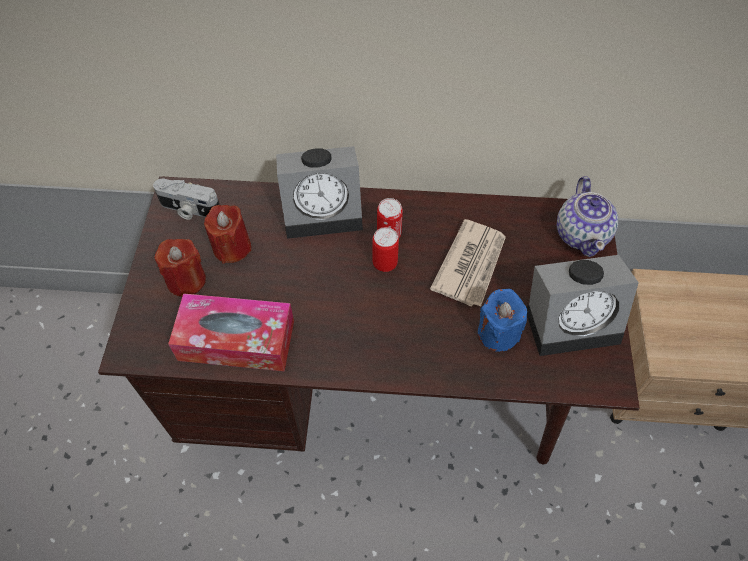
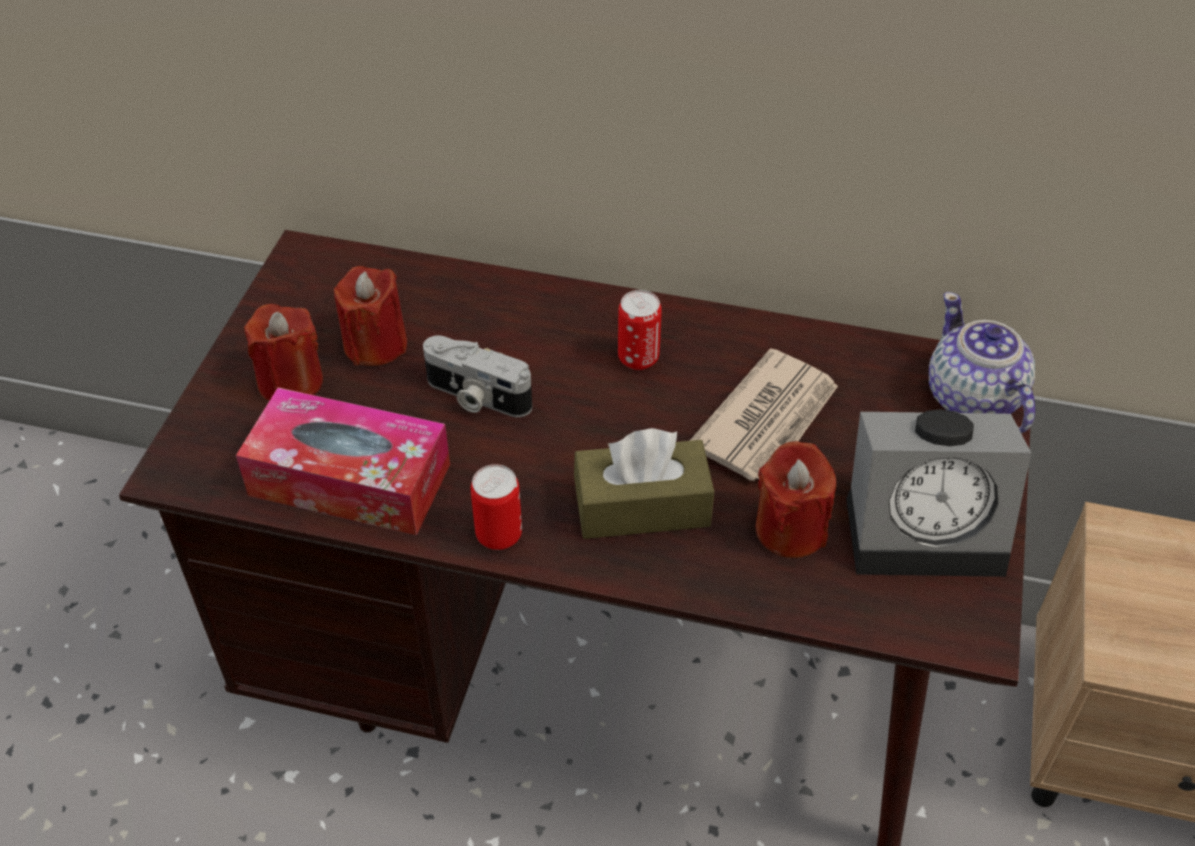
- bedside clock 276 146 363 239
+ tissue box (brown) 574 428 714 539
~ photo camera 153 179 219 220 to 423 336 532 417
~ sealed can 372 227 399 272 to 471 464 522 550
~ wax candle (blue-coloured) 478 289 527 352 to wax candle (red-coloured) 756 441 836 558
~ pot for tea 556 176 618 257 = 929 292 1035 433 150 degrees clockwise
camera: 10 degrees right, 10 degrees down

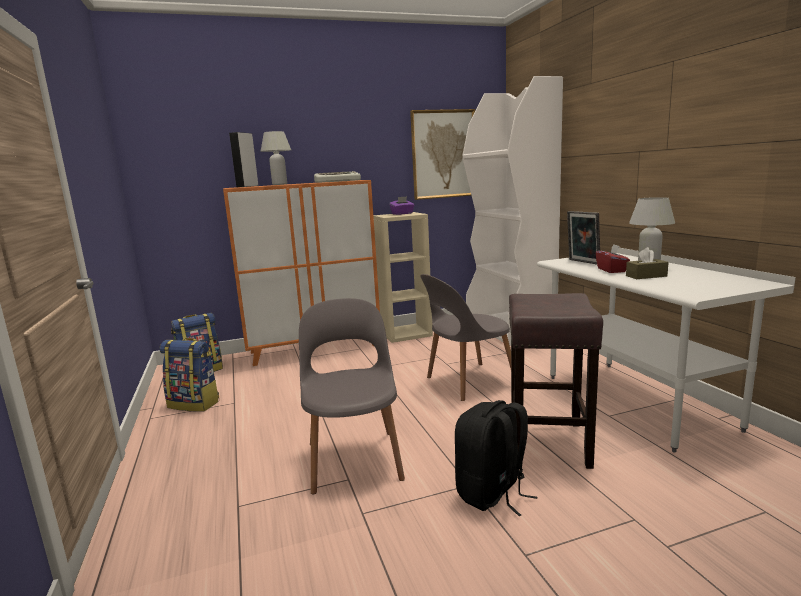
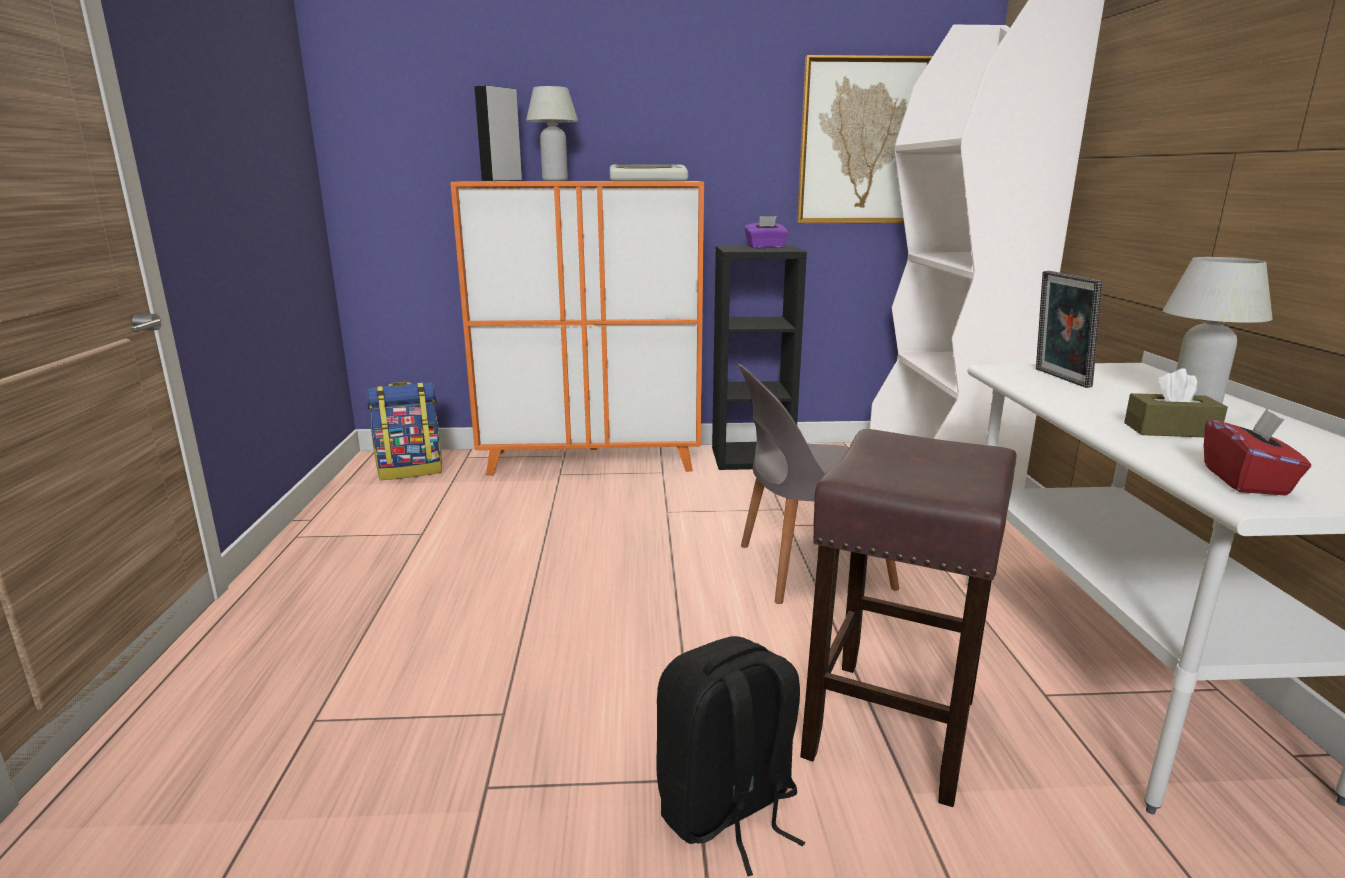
- knapsack 160 338 220 412
- upright chair (greyish) 299 298 405 495
~ tissue box (red-coloured) 596 244 630 273 to 1204 409 1311 496
~ bookcase (beige) 373 212 433 343 to bookcase (black) 712 245 807 470
camera: 15 degrees right, 5 degrees up

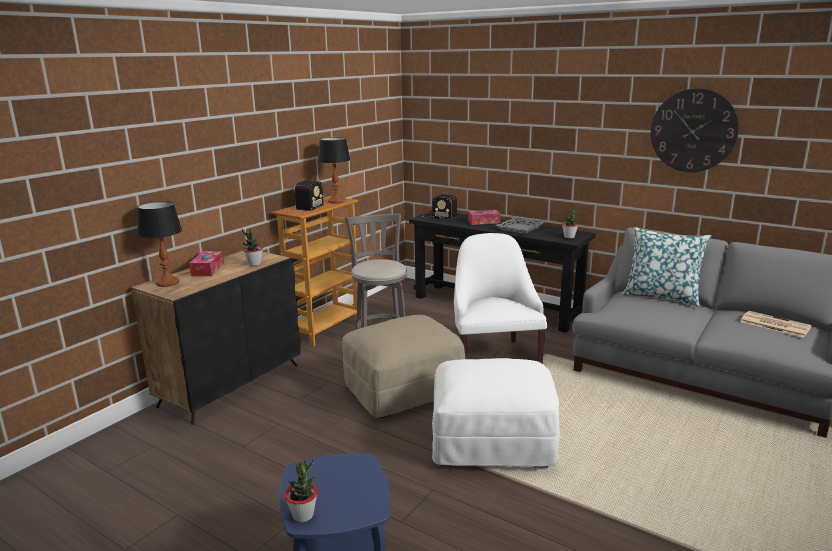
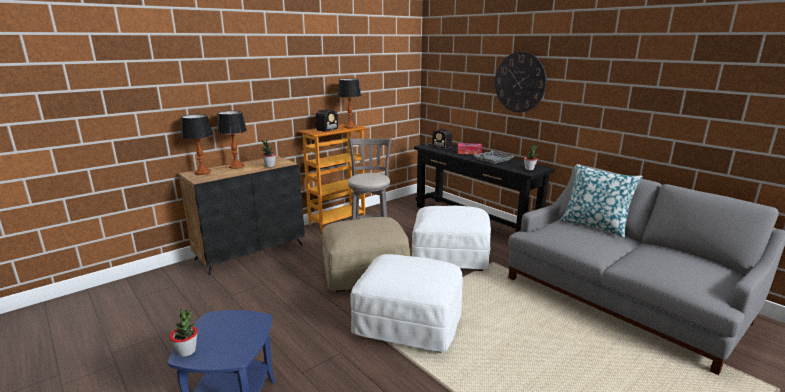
- newspaper 740 311 812 337
~ clock on the wall 651 88 739 172 to 495 52 547 112
~ tissue box 189 251 224 276 to lamp for a table 217 111 247 169
~ armchair (whitish) 454 233 547 364 to pouffe (whitish) 412 206 491 271
camera: 15 degrees right, 0 degrees up

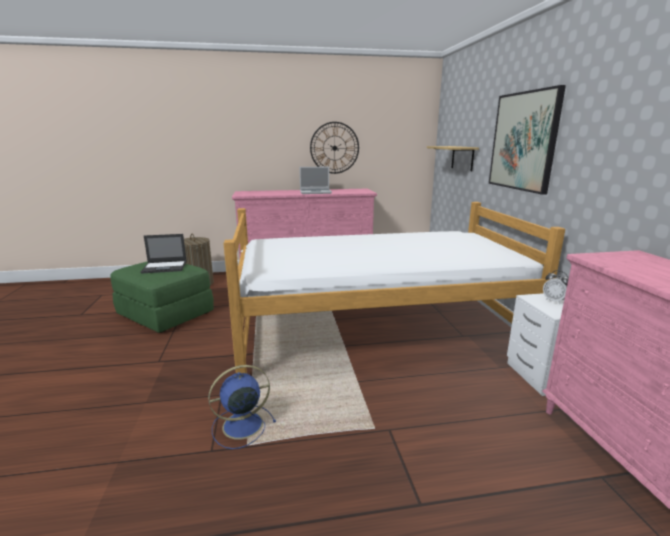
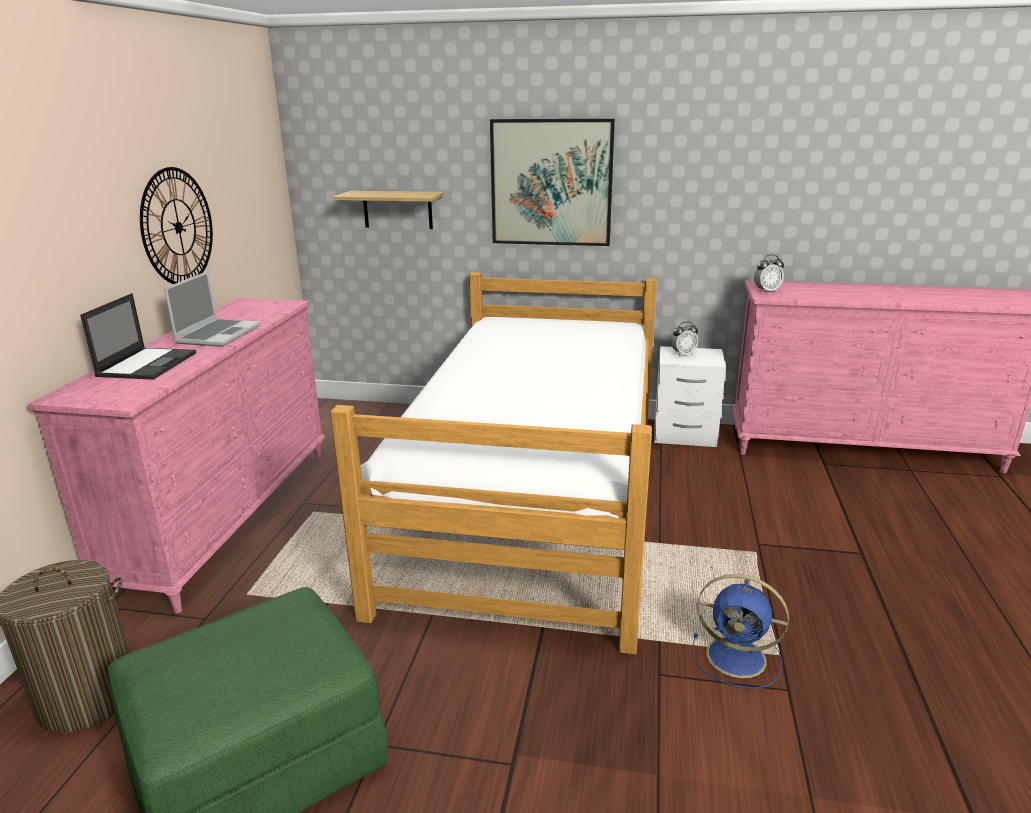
+ bedside clock 754 255 784 293
~ laptop 141 234 187 274 to 80 293 196 380
~ cooling fan (blue-coloured) 208 365 276 449 = 693 574 789 689 60 degrees counterclockwise
camera: 70 degrees left, 5 degrees up

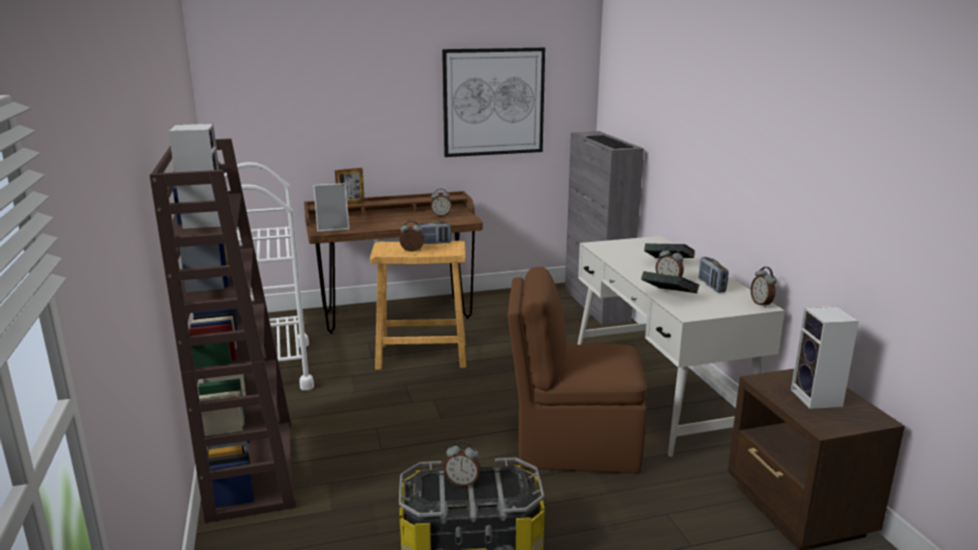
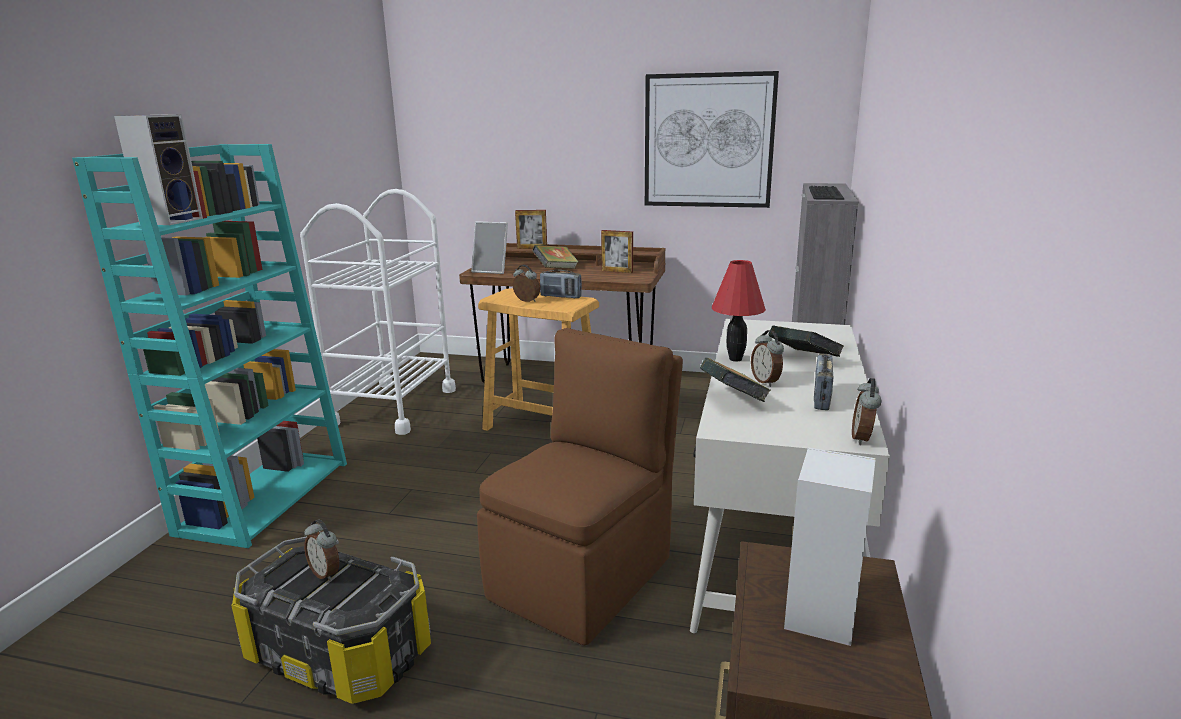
+ bound book 532 245 579 269
+ lamp for a table (red-coloured) 712 260 766 362
~ bedside clock 431 189 452 217 to picture frame 601 230 633 273
~ bookcase (brown) 150 138 296 523 to bookcase (turquoise) 72 144 347 548
~ upright chair (brown) 507 267 647 474 = 477 328 683 645 90 degrees clockwise
camera: 30 degrees right, 0 degrees up

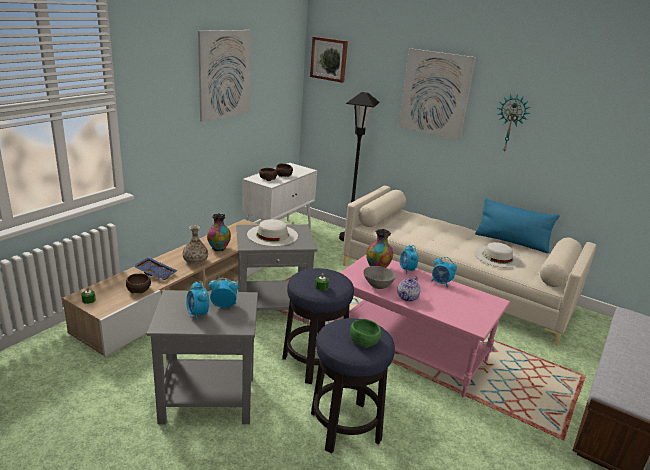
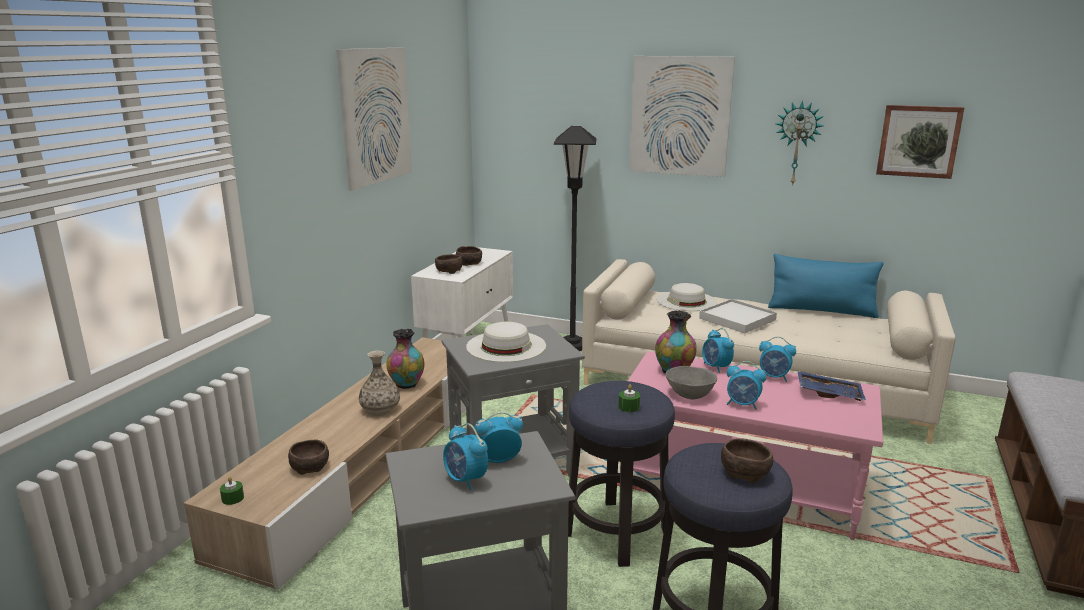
+ tray (whitish) 699 299 777 333
~ tray (blue-coloured) 133 257 178 280 to 798 371 866 401
~ wall picture 310 37 348 83 to 876 105 964 179
~ clothing hat (whitish) 474 242 522 268 to 656 283 718 311
~ pot for tea 397 276 421 302 to bedside clock 727 361 766 410
~ bowl (green) 350 319 382 348 to bowl (brown) 721 438 773 483
camera: 10 degrees left, 5 degrees down

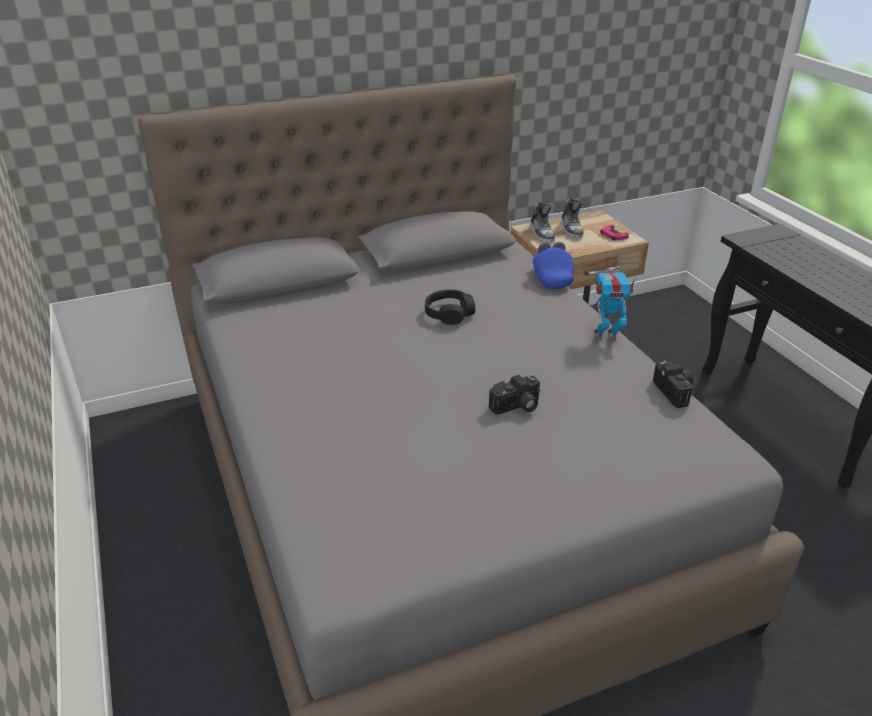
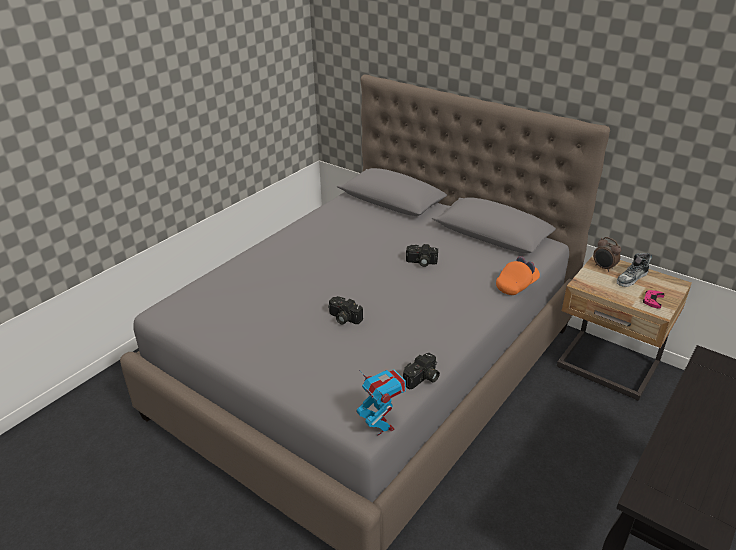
~ model robot 594 270 637 341 to 356 370 406 435
~ headset (black) 425 290 475 325 to photo camera 406 244 438 267
~ shoe 531 202 555 243 to bedside clock 593 237 621 272
~ peaked cap (blue-coloured) 532 242 574 289 to peaked cap (orange) 496 256 540 295
camera: 60 degrees right, 0 degrees up

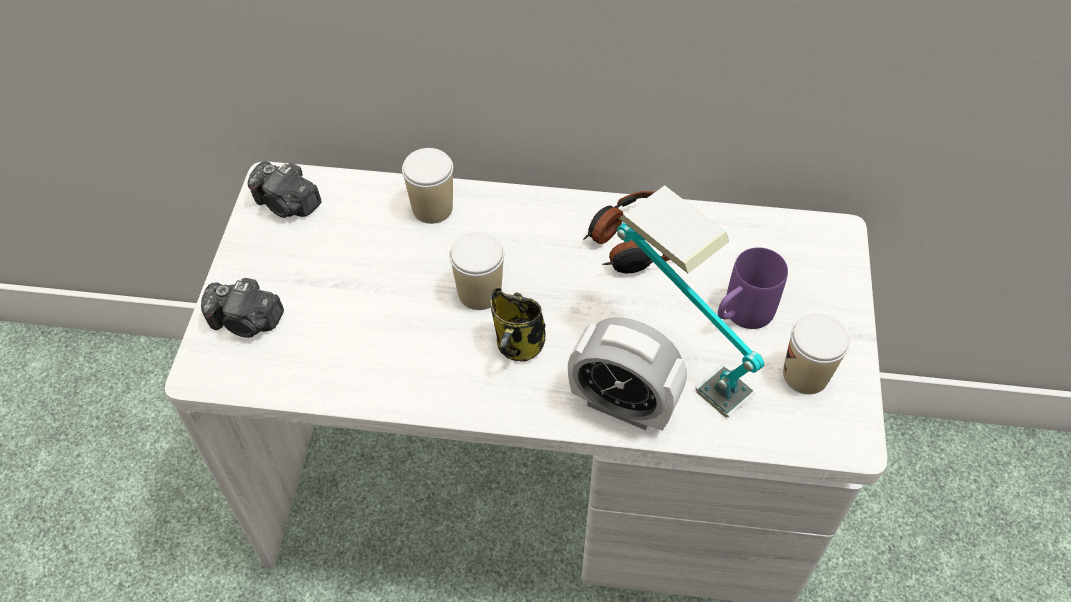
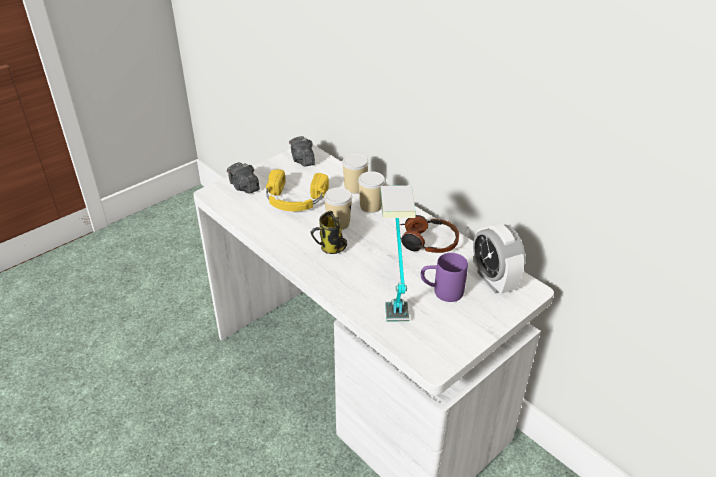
+ headset (yellowish) 266 169 329 211
~ bedside clock 568 317 687 431 to 473 223 526 294
~ drinking cup 783 314 850 394 to 358 171 385 213
camera: 40 degrees right, 15 degrees down

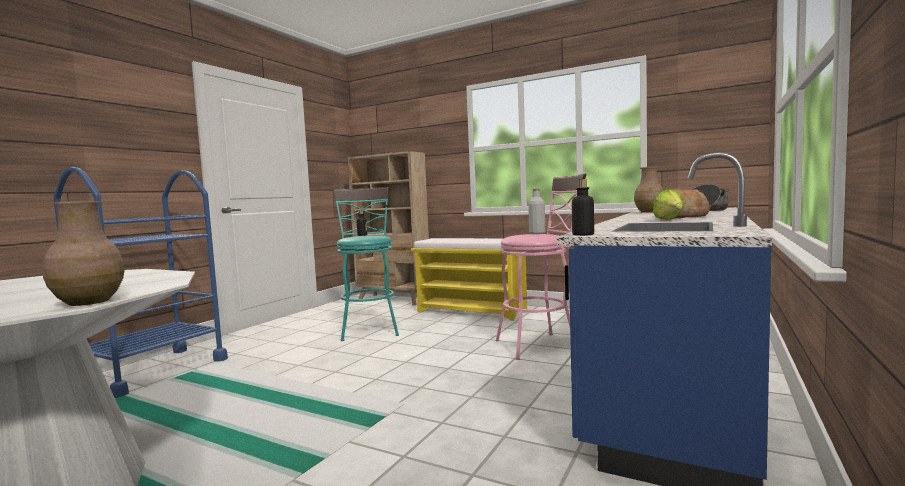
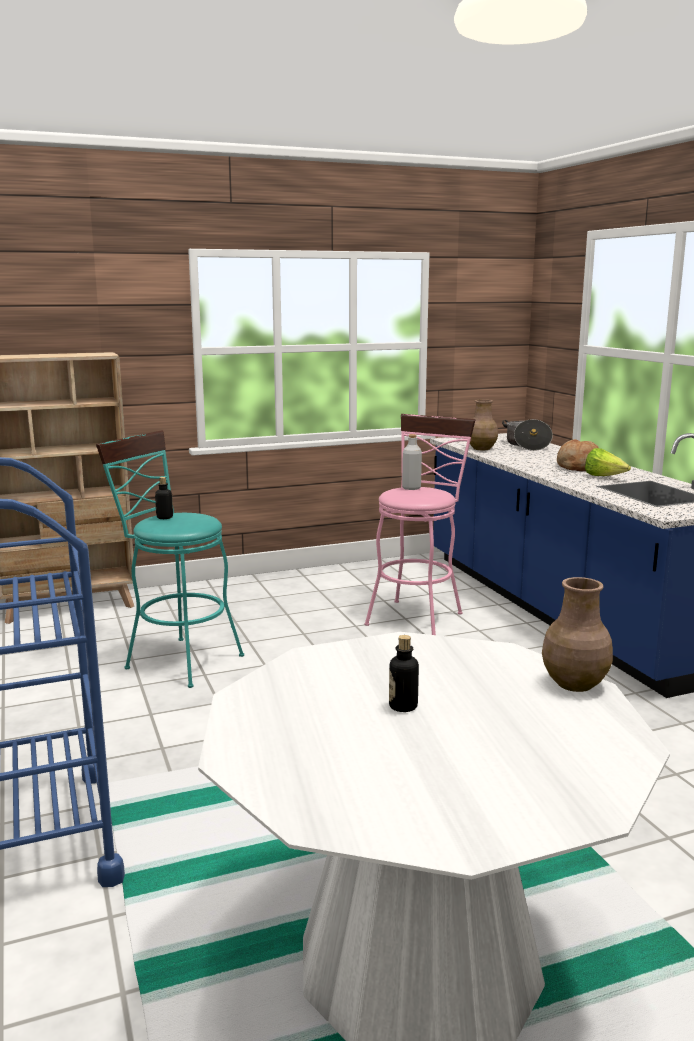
- indoor bench (yellowish) 411 238 527 321
~ bottle 572 179 594 236 to 389 635 419 712
camera: 50 degrees left, 10 degrees up

